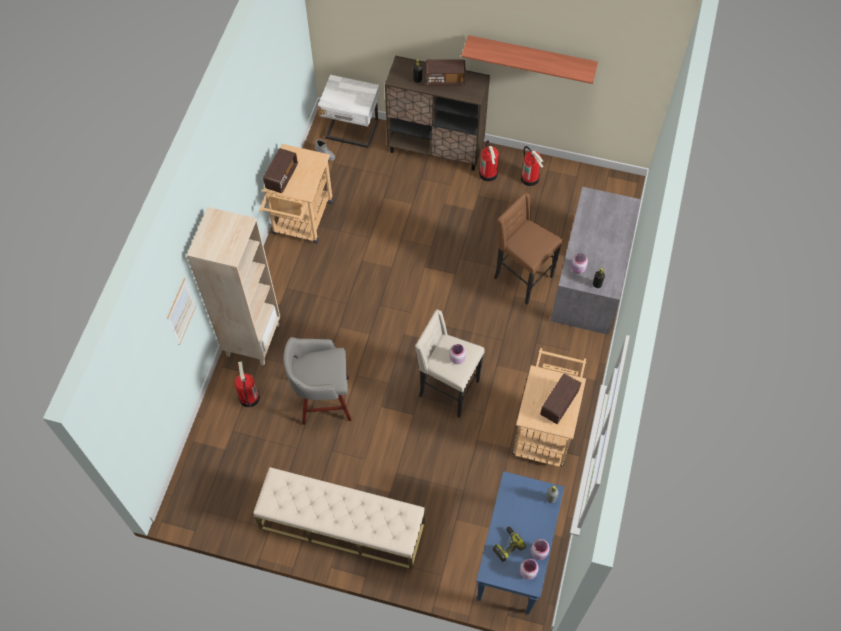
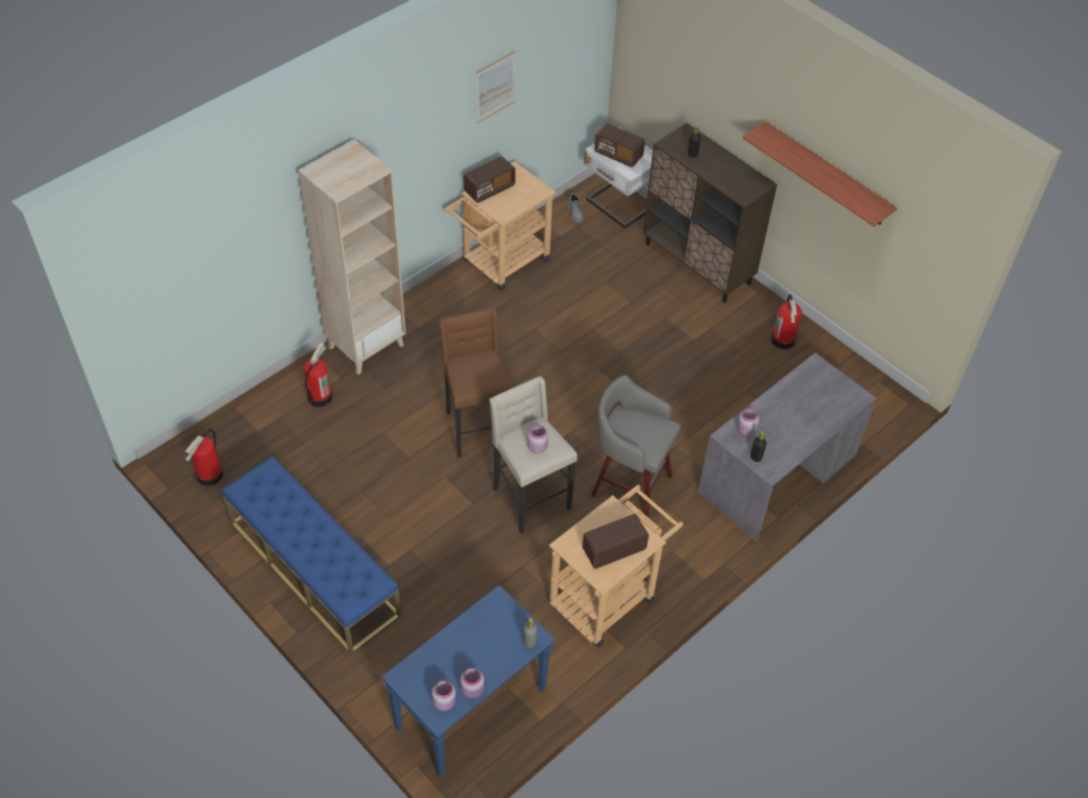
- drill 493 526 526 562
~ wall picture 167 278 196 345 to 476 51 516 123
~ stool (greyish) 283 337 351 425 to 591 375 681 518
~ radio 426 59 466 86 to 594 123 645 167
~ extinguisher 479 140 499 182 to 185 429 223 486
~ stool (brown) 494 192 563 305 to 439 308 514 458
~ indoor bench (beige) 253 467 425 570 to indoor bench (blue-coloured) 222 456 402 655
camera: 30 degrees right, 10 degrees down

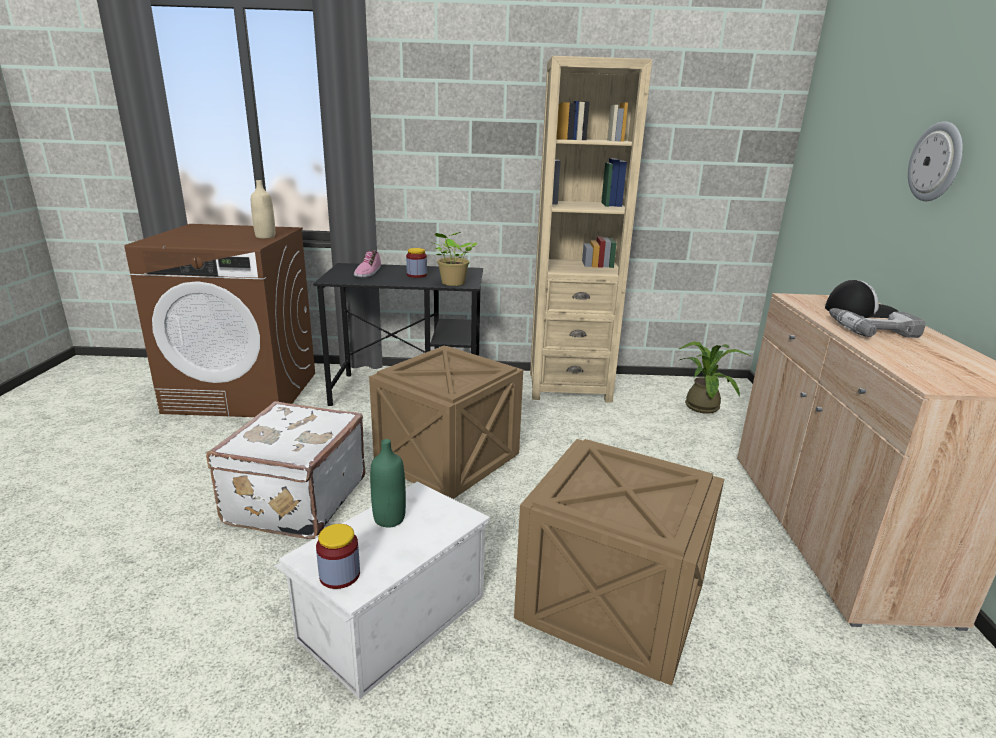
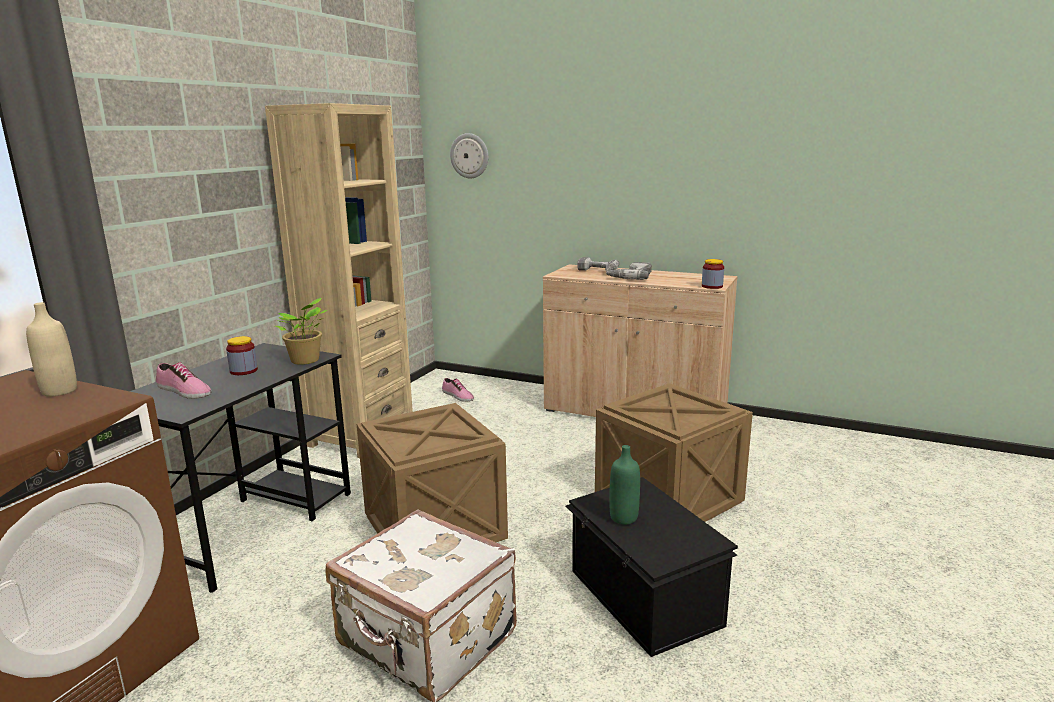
~ preserve jar 316 524 360 589 to 702 259 724 289
~ clock on the wall 908 121 963 201 to 450 133 488 179
~ potted plant 678 341 750 414 to shoe 442 378 474 402
~ peaked cap 825 280 899 318 to drill 577 257 619 272
~ storage bin (whitish) 275 481 490 700 to storage bin (black) 565 477 738 657
camera: 65 degrees left, 5 degrees down

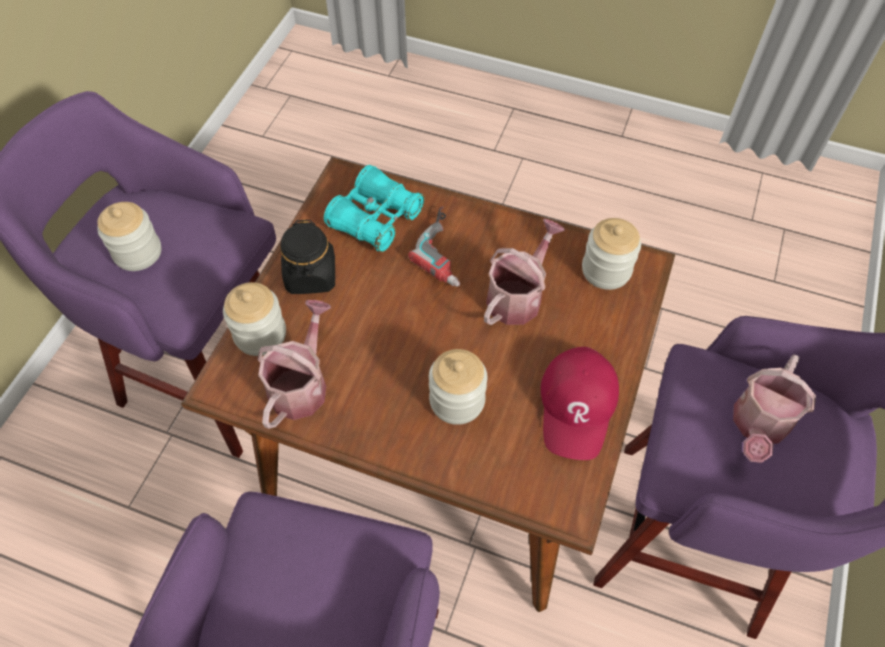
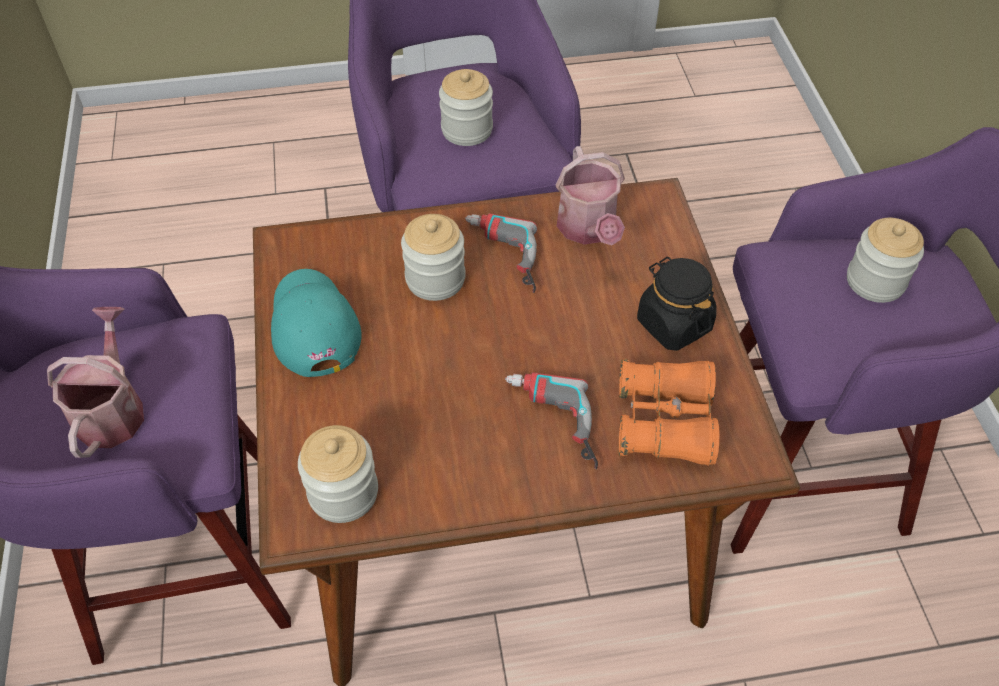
- sprinkling can 484 219 565 325
+ drill 465 213 537 293
~ preserve jar 223 282 286 356 to 439 69 493 146
~ field glasses (turquoise) 324 165 425 252 to field glasses (orange) 619 359 720 466
~ peaked cap (red-coloured) 541 347 619 460 to peaked cap (turquoise) 271 269 361 377
camera: 150 degrees right, 5 degrees down

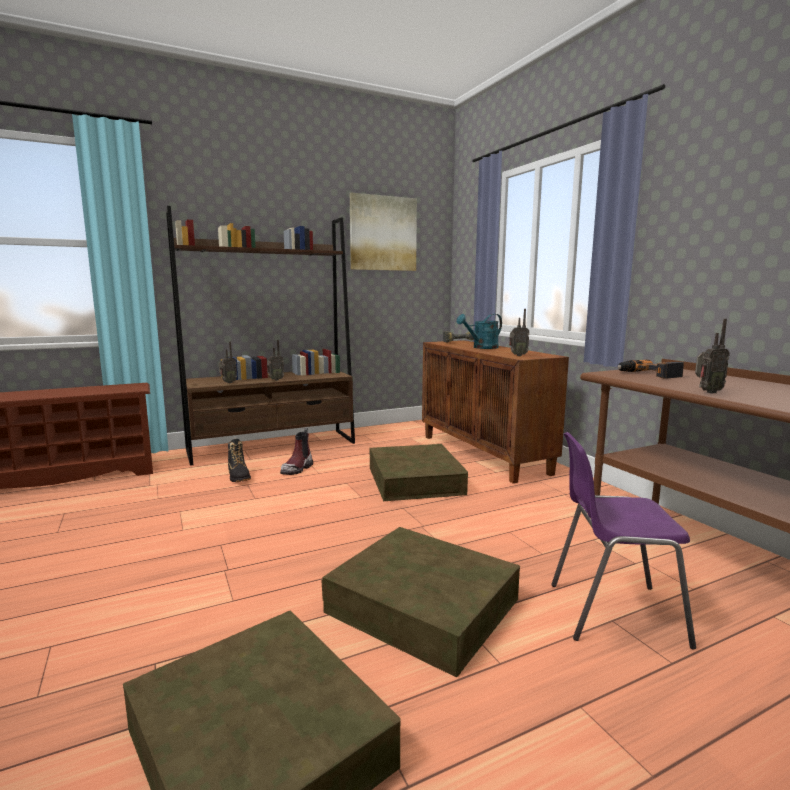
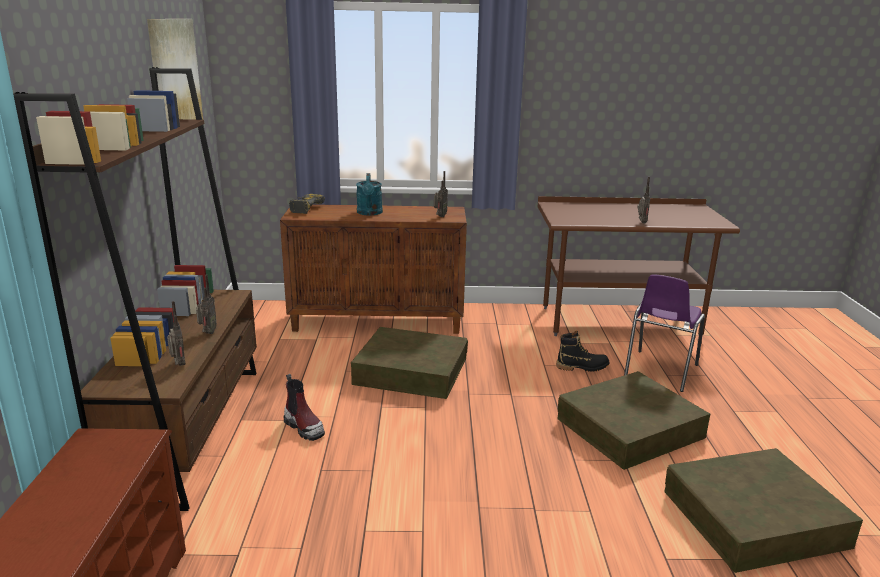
- drill 617 360 684 379
~ boot (black) 228 439 251 482 to 556 330 609 372
camera: 65 degrees left, 10 degrees up

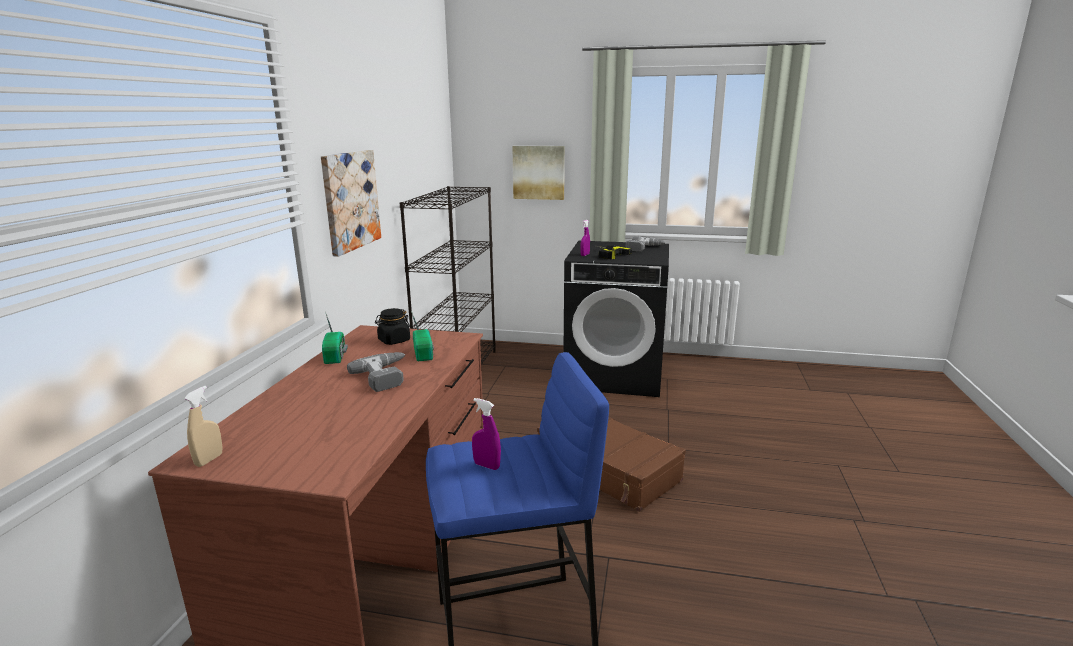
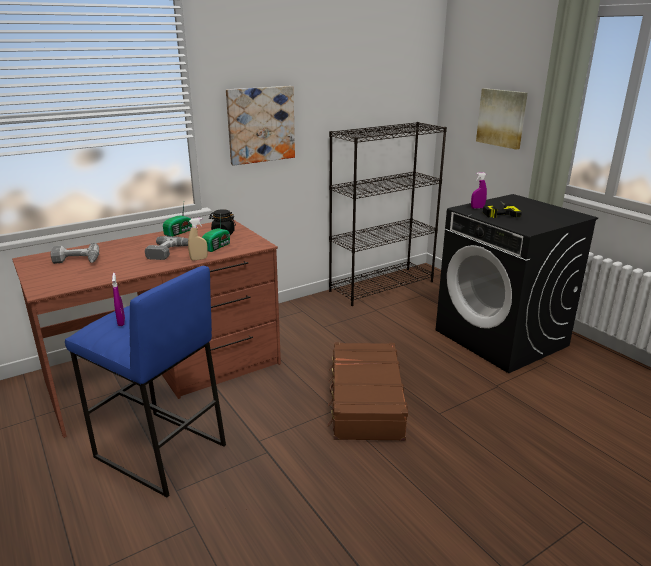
~ sprayer (beige) 184 386 223 467 to 188 218 208 261
~ drill 626 236 666 252 to 51 243 99 264
camera: 45 degrees right, 5 degrees up

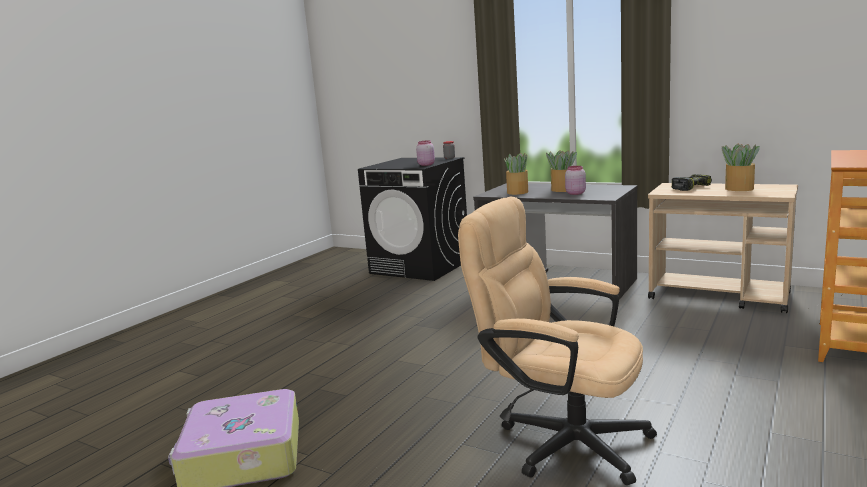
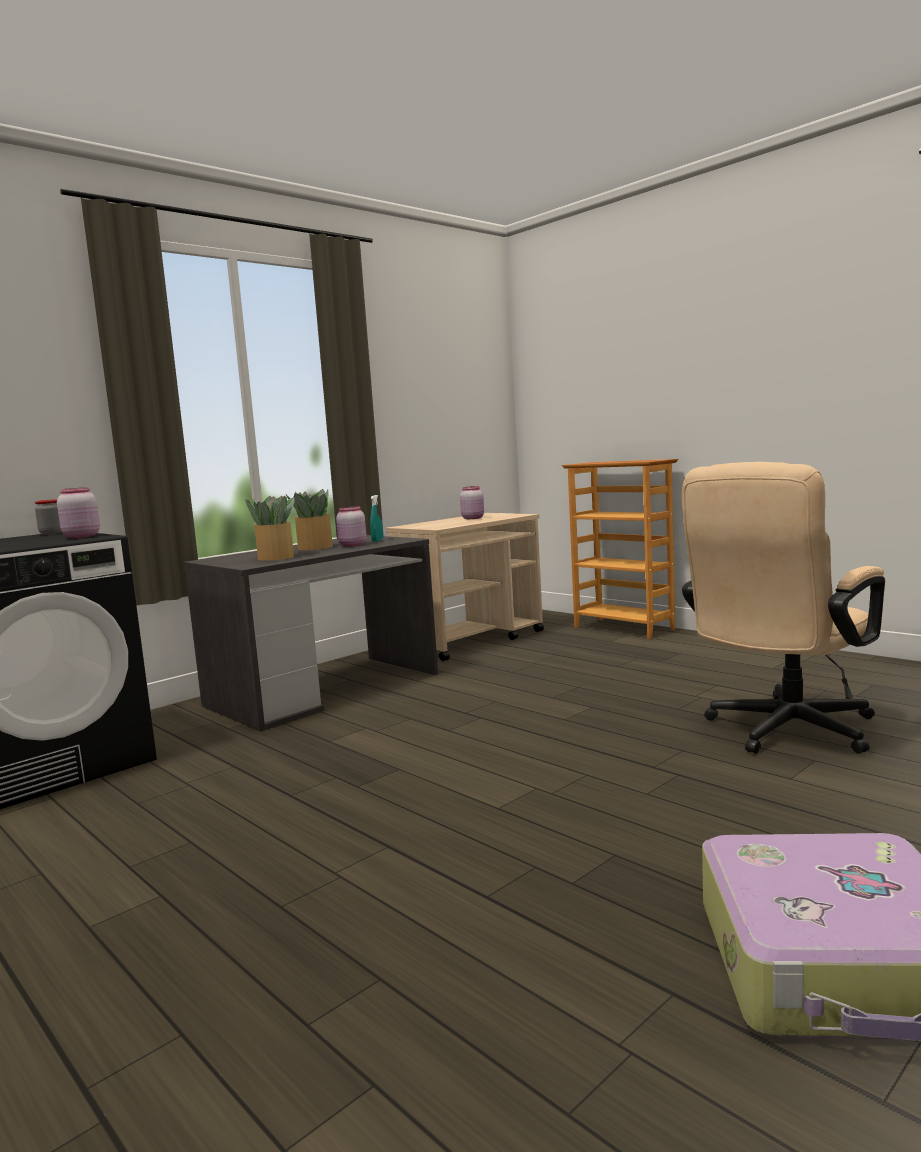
- drill 672 174 712 191
+ sprayer (turquoise) 370 495 383 542
~ potted plant 722 144 760 191 to preserve jar (pink-coloured) 460 486 484 519
camera: 75 degrees left, 5 degrees down

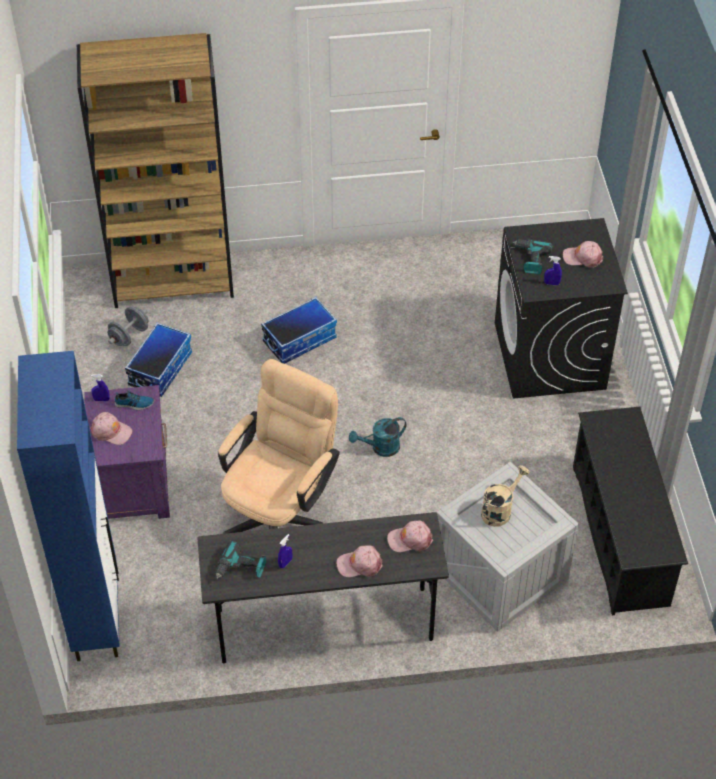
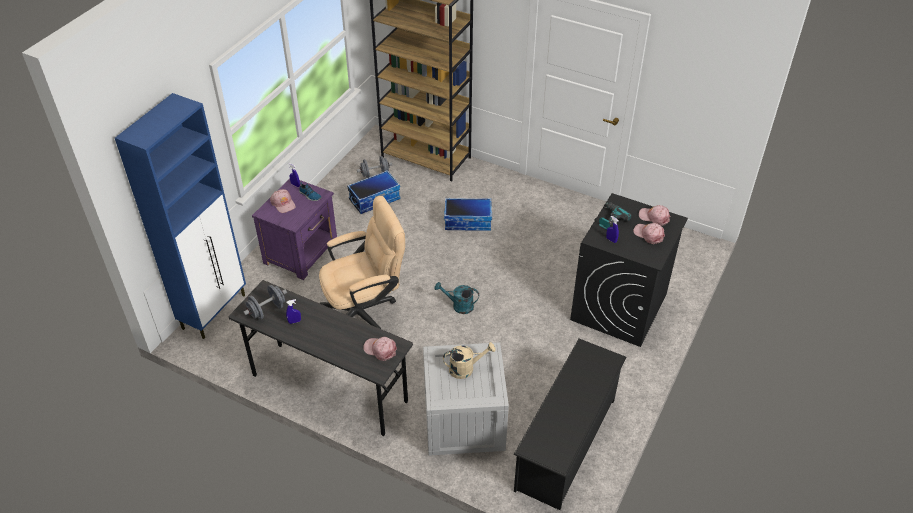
~ peaked cap (pink-coloured) 337 545 383 577 to 639 205 671 226
~ drill 215 541 266 579 to hand weight (greyish) 243 285 287 320
camera: 35 degrees right, 5 degrees down

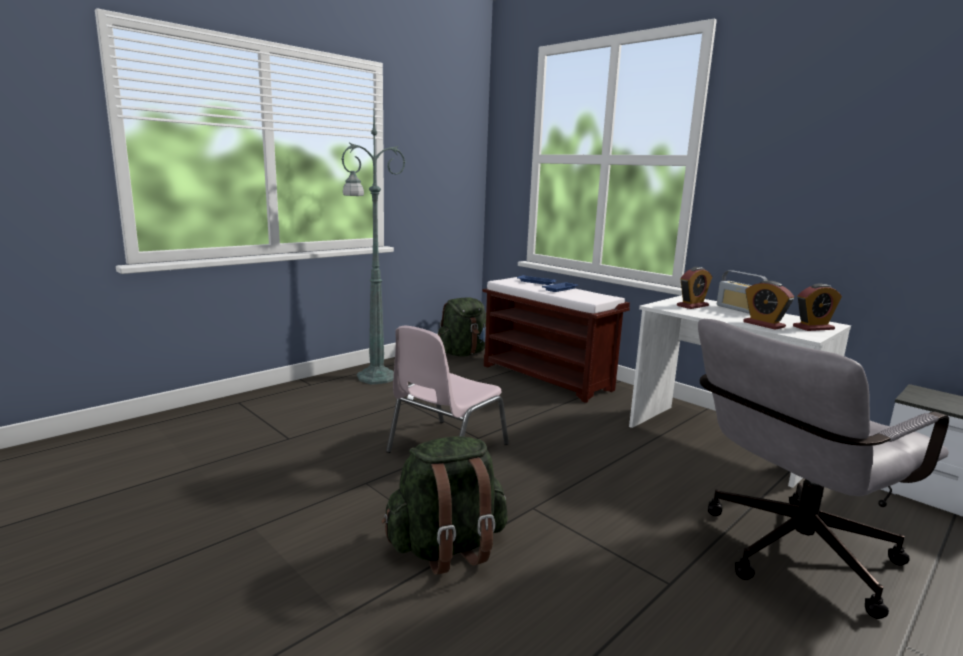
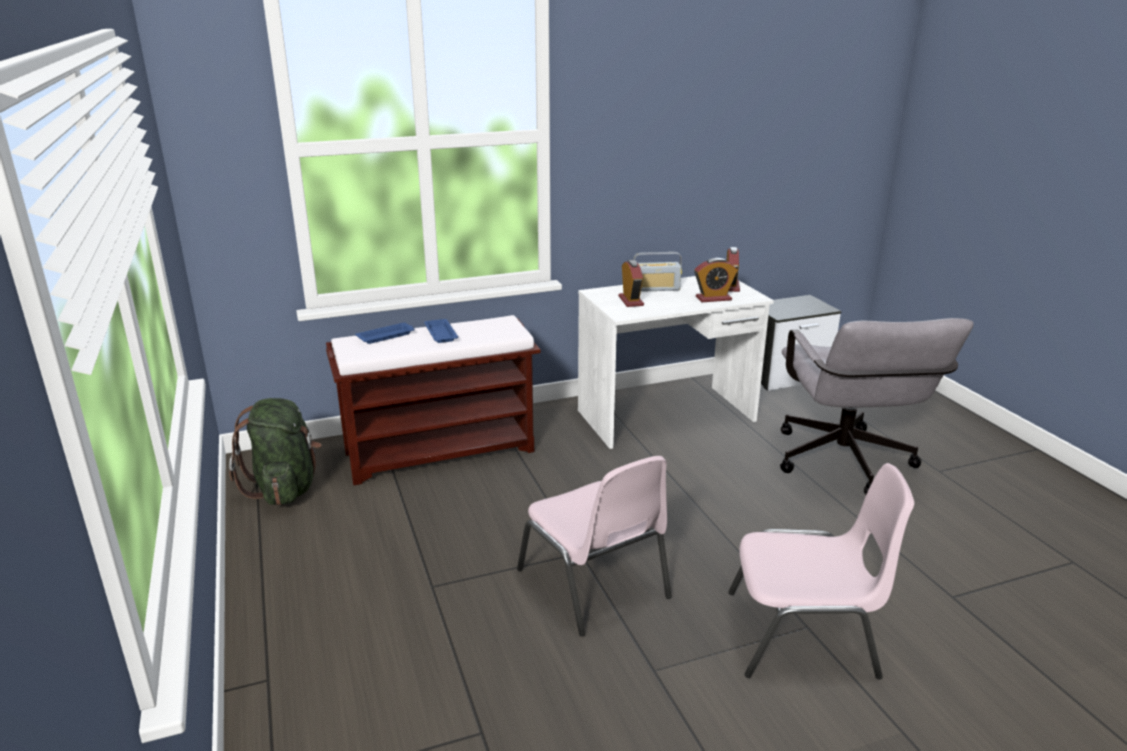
- standing lamp (green) 341 110 405 385
~ knapsack (green) 382 437 508 575 to upright chair (pink-coloured) 728 463 914 680
camera: 65 degrees left, 10 degrees up

